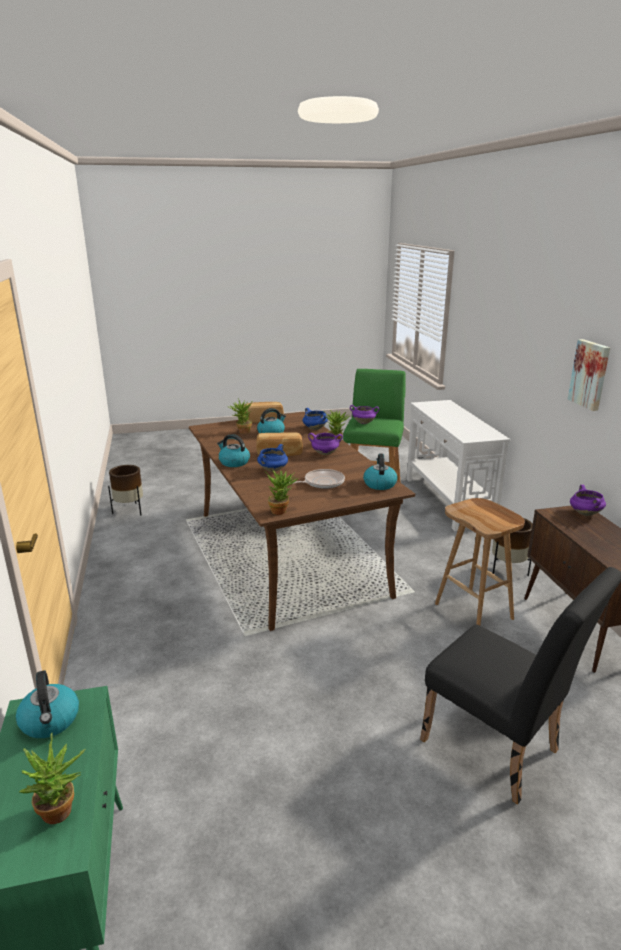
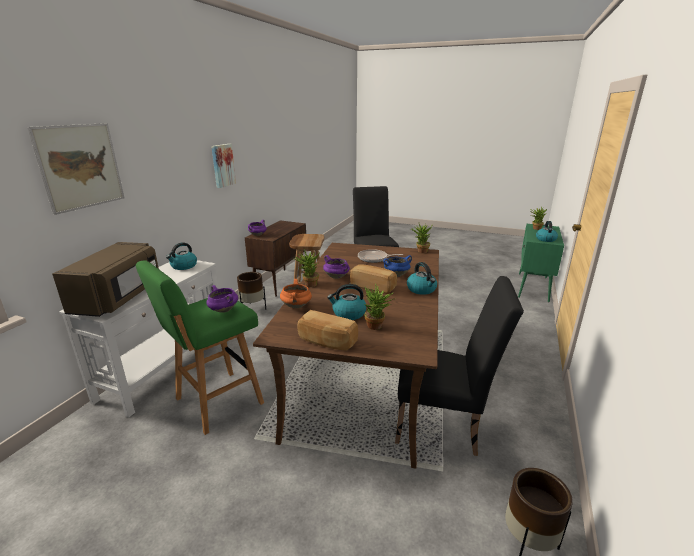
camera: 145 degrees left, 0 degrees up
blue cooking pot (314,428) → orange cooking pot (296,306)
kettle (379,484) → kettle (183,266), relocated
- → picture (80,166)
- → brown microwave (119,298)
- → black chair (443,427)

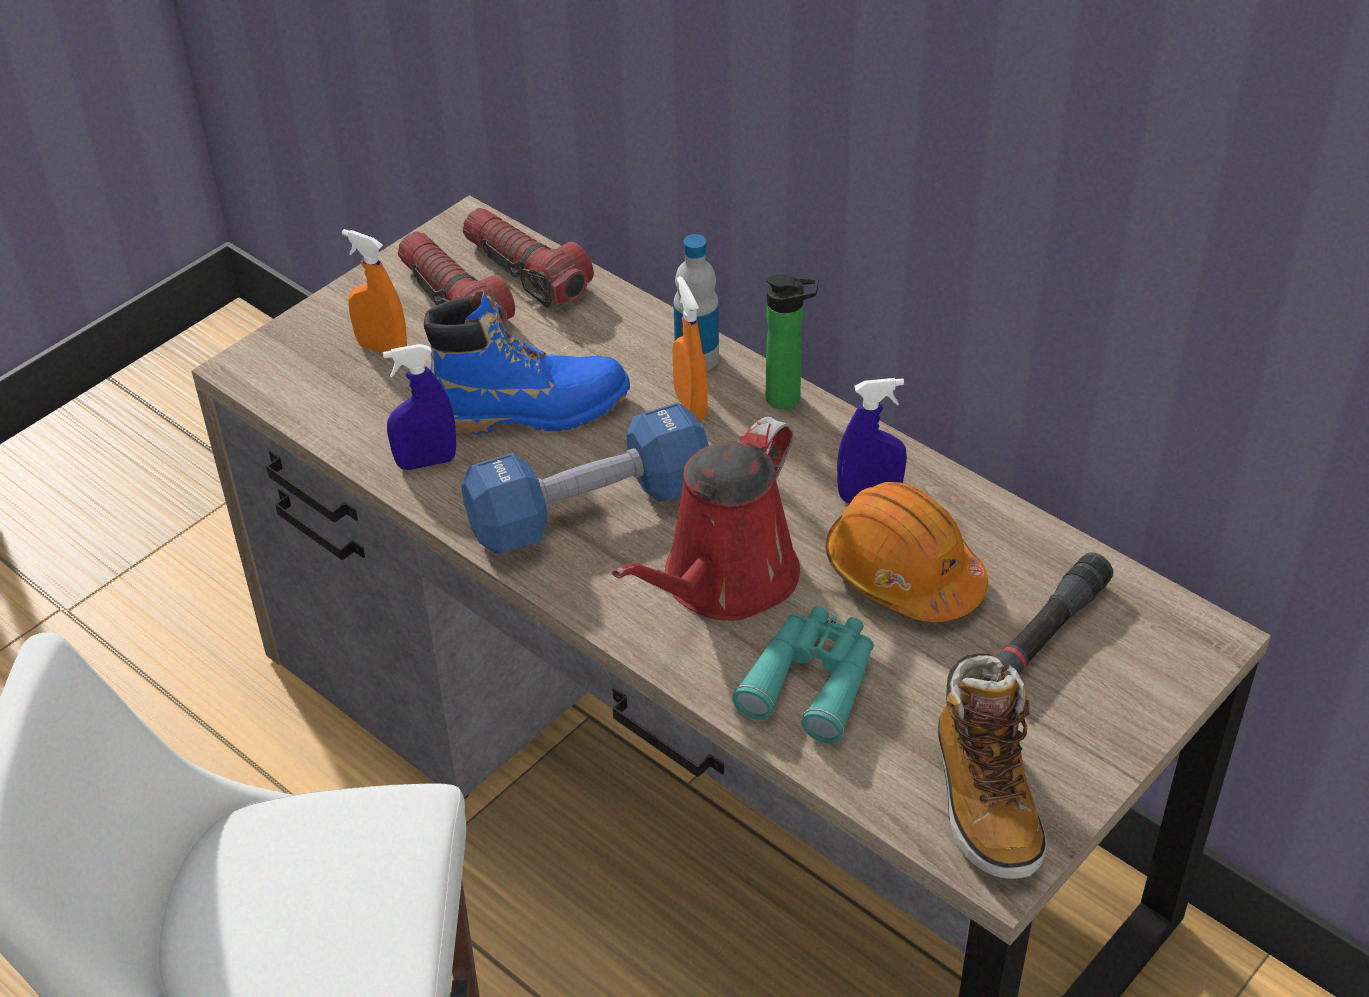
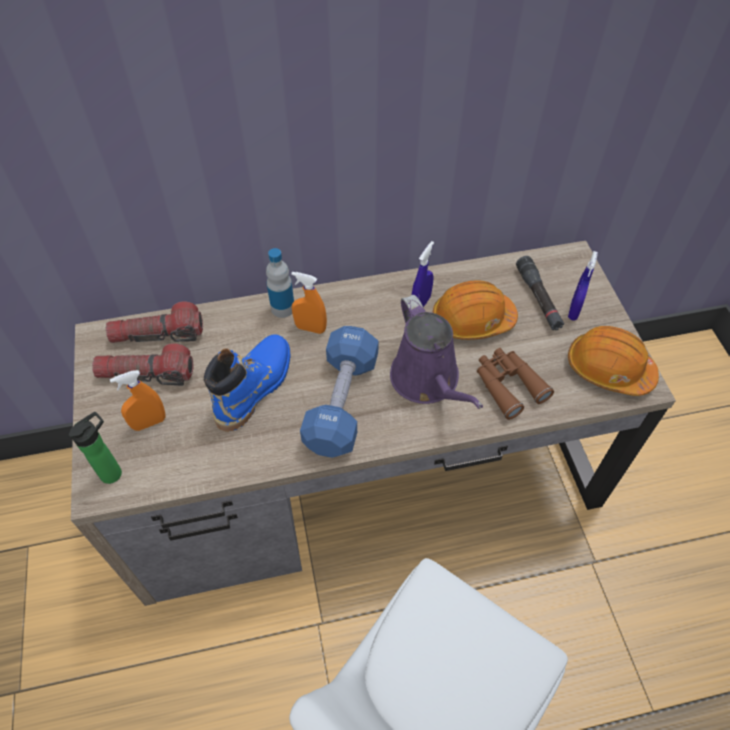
camera: 55 degrees left, 10 degrees up
bottle (788,398) → bottle (114,471), relocated
blue spray bottle (426,462) → blue spray bottle (574,310), relocated
red watering can (723,582) → purple watering can (428,381)
turquoise binoculars (812,681) → brown binoculars (507,385)
boot (984,799) → orange hard hat (608,369)

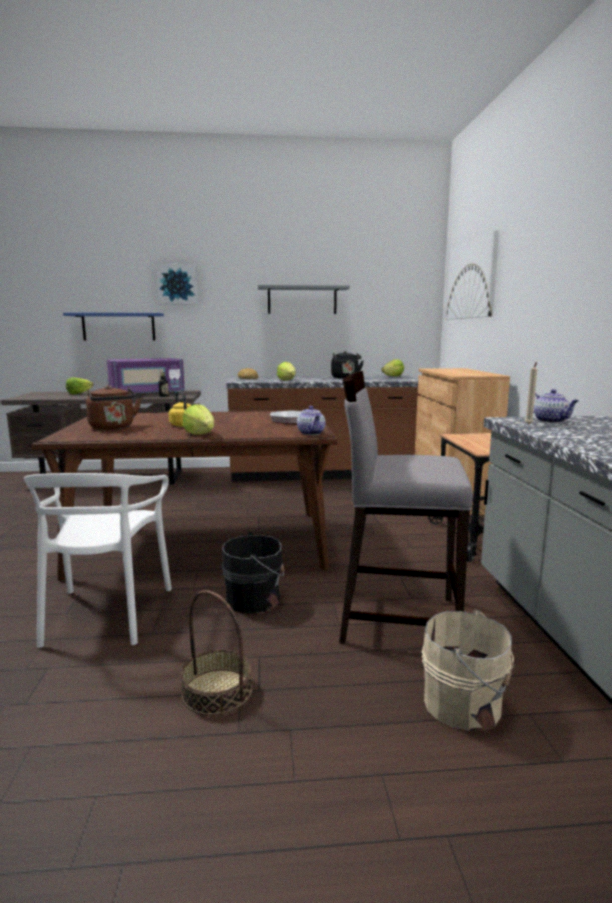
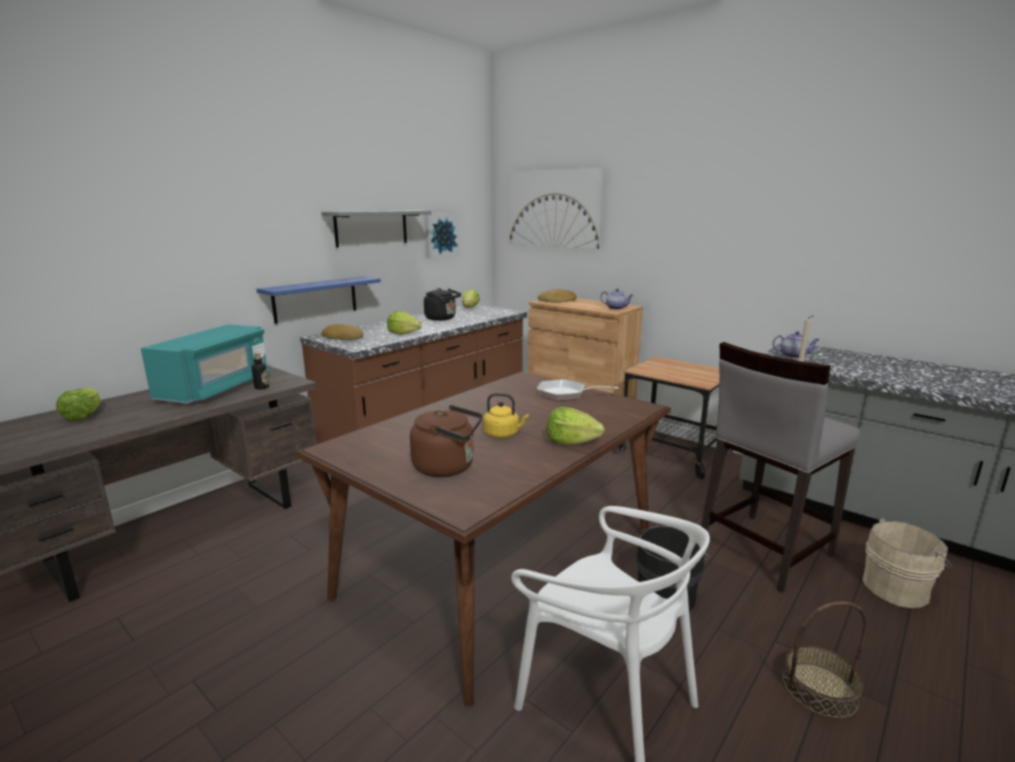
camera: 45 degrees left, 5 degrees up
picture (178,284) → picture (441,235), relocated
blue shelf (118,327) → blue shelf (315,299), relocated
purple microwave (147,394) → turquoise microwave (216,388)
teapot (311,433) → teapot (616,308), relocated
- → bread (557,301)

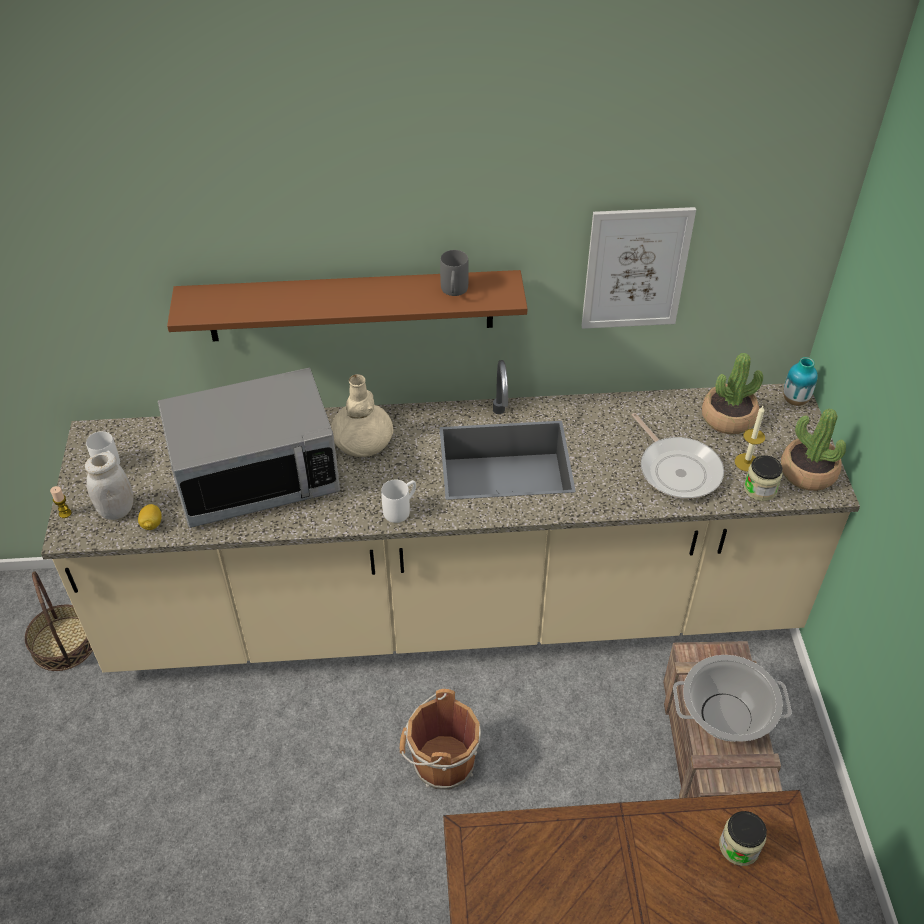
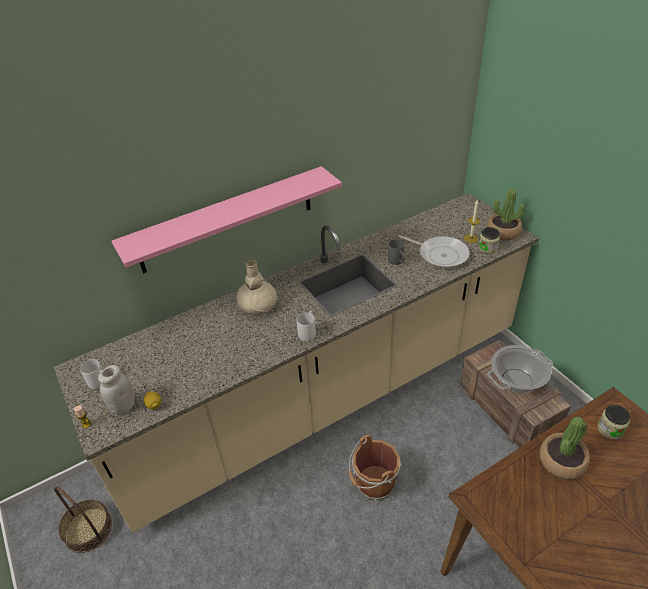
camera: 25 degrees left, 5 degrees down
picture (635,269) → -
grey mug (454,292) → grey mug (397,262), relocated
brown shelf (351,306) → pink shelf (227,220)
potted plant (728,418) → potted plant (562,461), relocated
vase (795,400) → -
microwave (256,477) → -

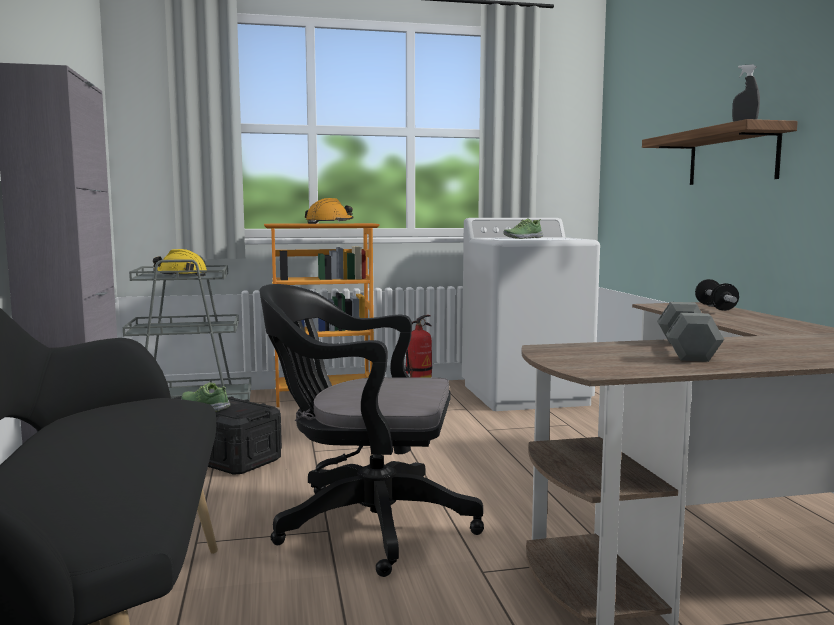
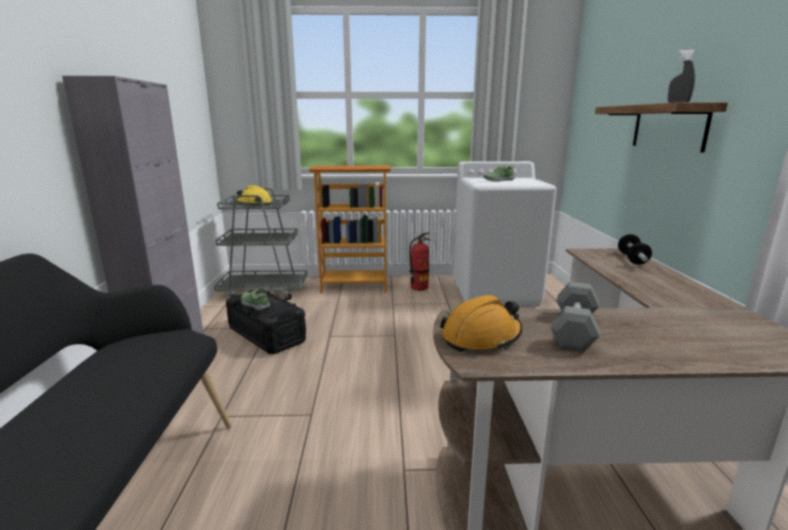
camera: 10 degrees right, 10 degrees up
orange hard hat (329,223) → orange hard hat (481,337), relocated
black office chair (365,524) → -

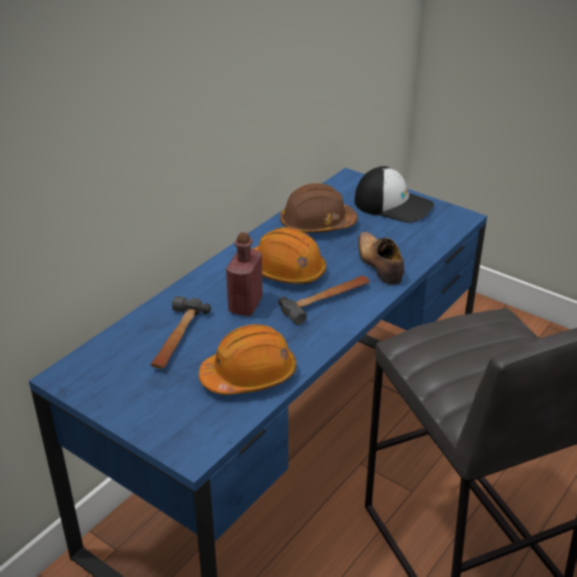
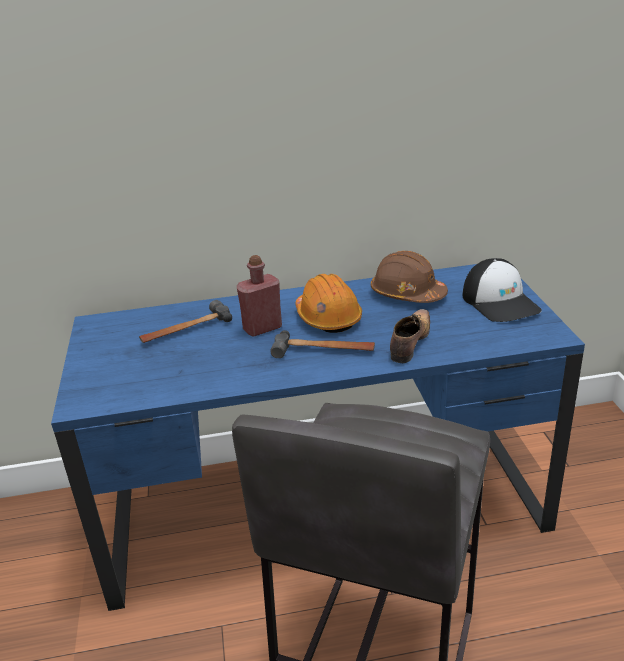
camera: 45 degrees right, 5 degrees down
orange hard hat (249,375) → -

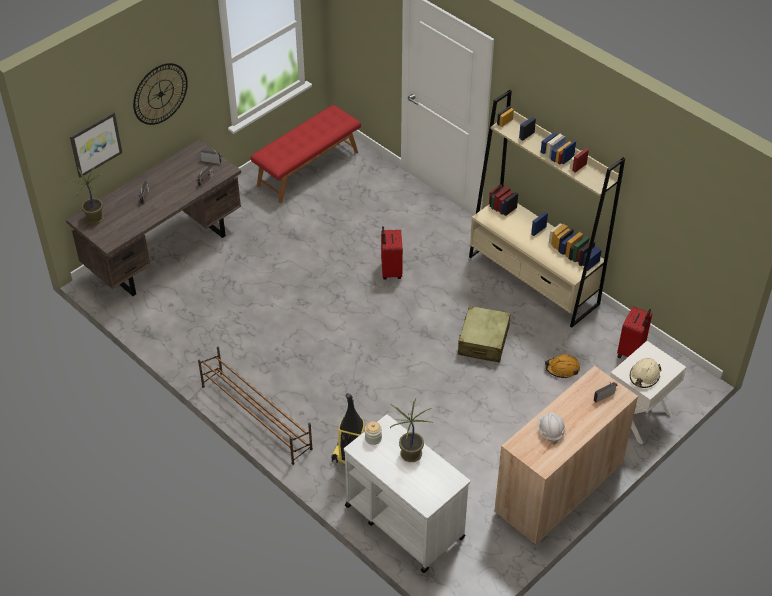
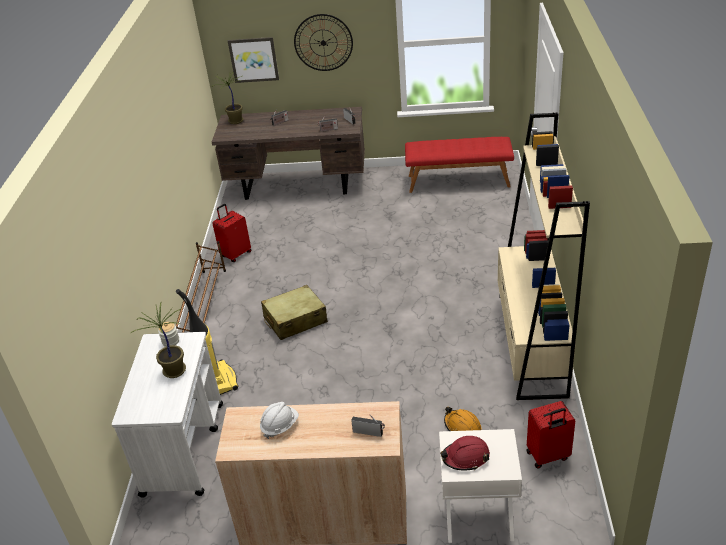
camera: 50 degrees right, 10 degrees down
red suitcase (390,271) → red suitcase (236,254), relocated
beige suitcase (483,341) → beige suitcase (295,320), relocated
beige hard hat (644,376) → red hard hat (465,457)

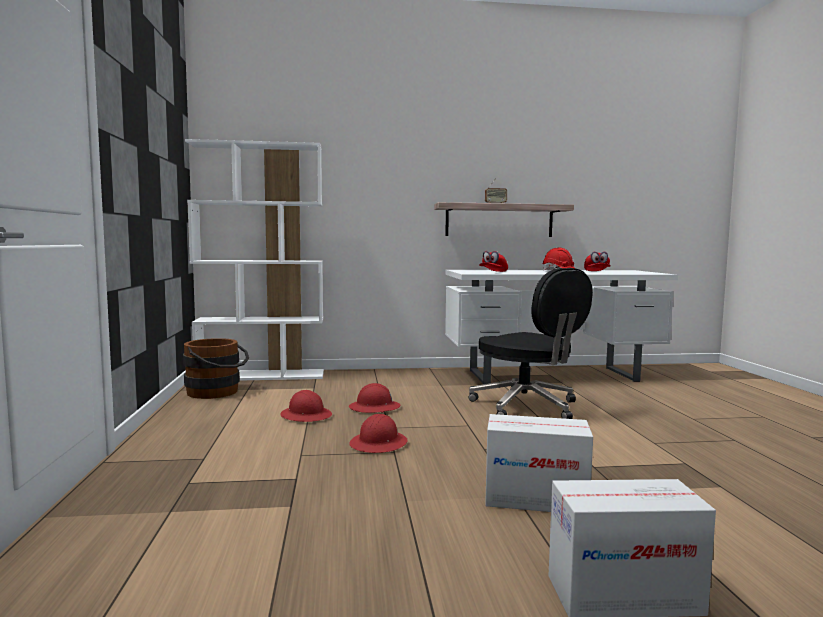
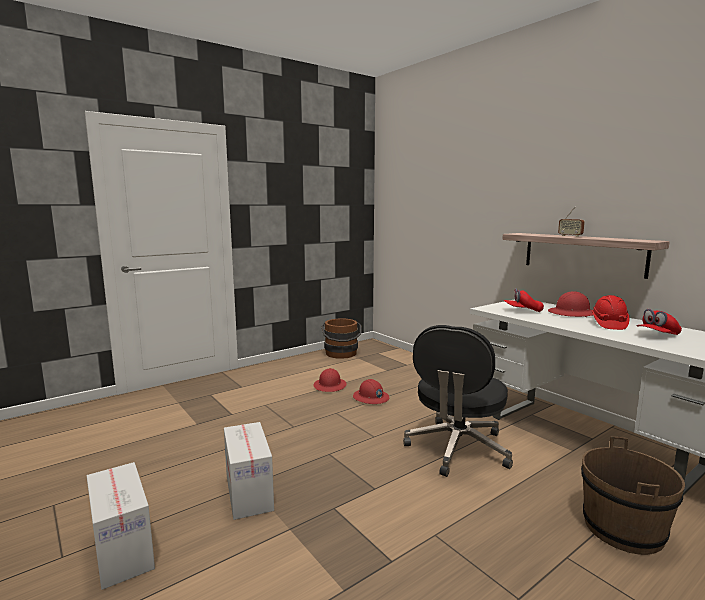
camera: 60 degrees right, 5 degrees up
white bookcase (262,375) → -
red hard hat (379,444) → red hard hat (572,313), relocated
- → brown bucket (622,528)

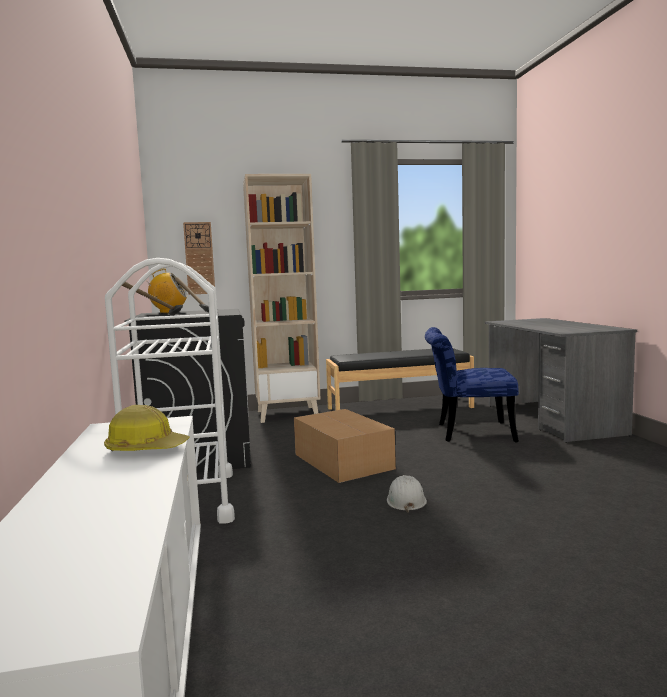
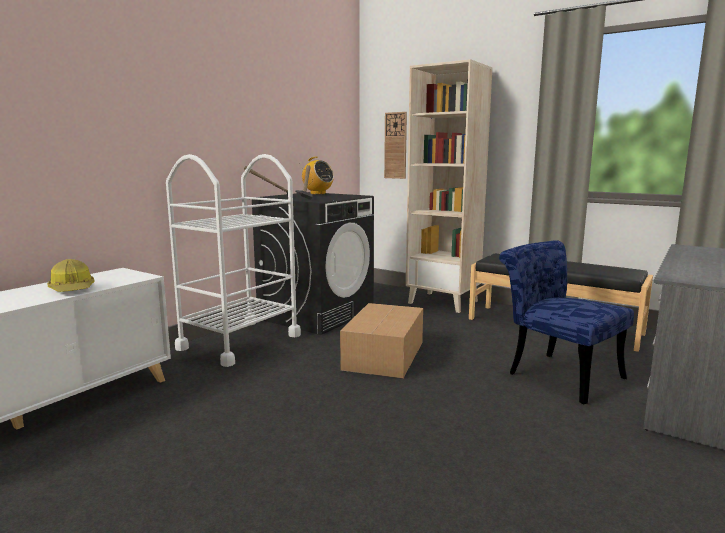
camera: 45 degrees right, 5 degrees up
white hard hat (405,500) → -

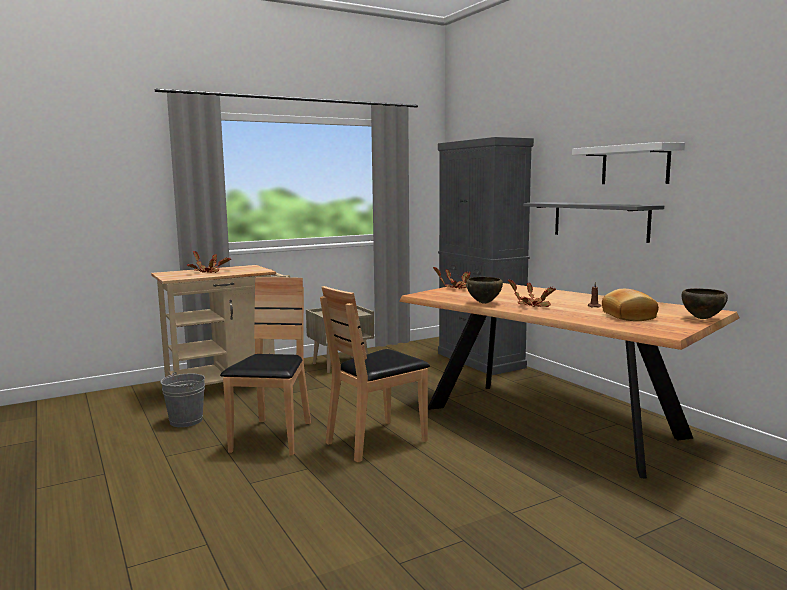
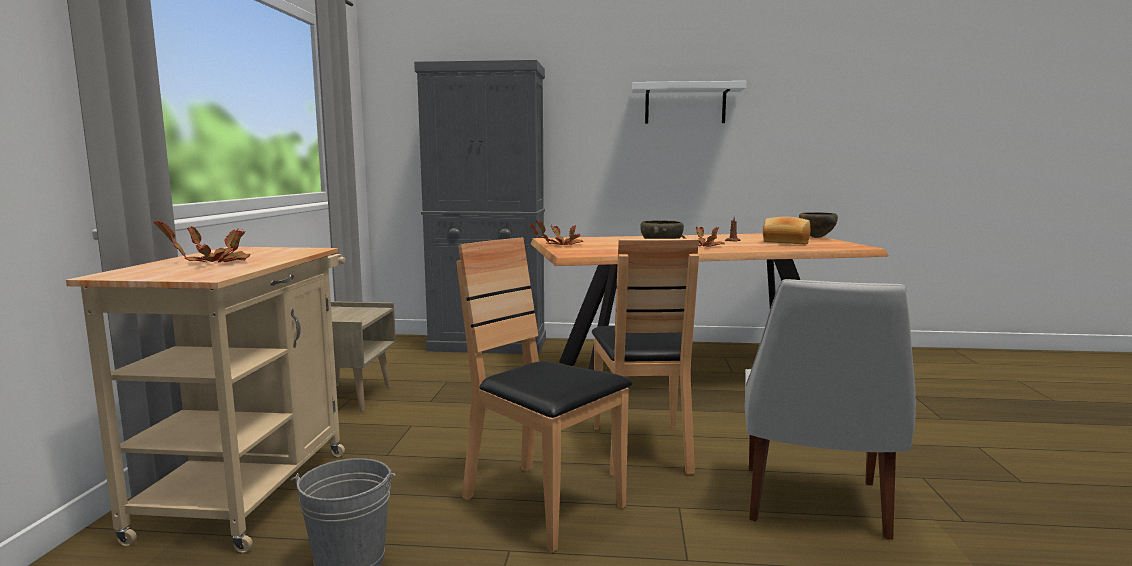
camera: 55 degrees left, 0 degrees up
grey shelf (599,221) → -
- → white chair (814,504)

